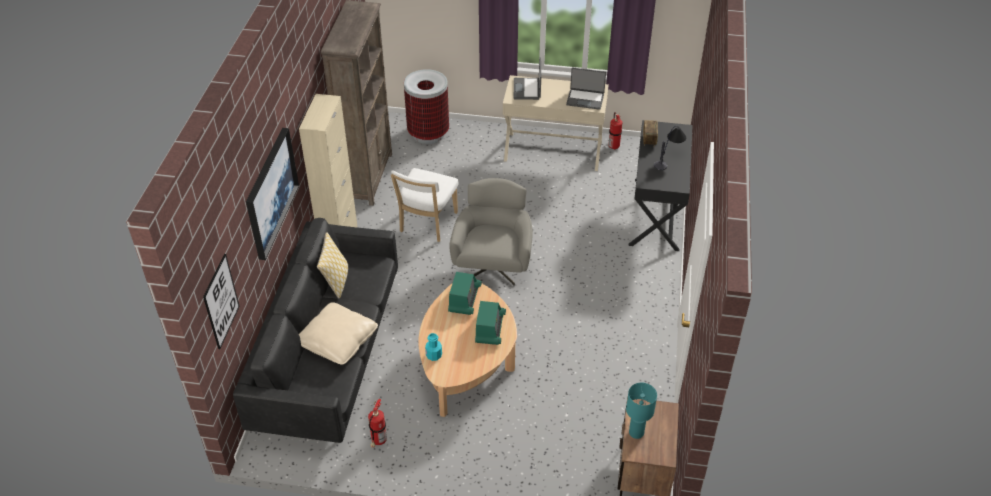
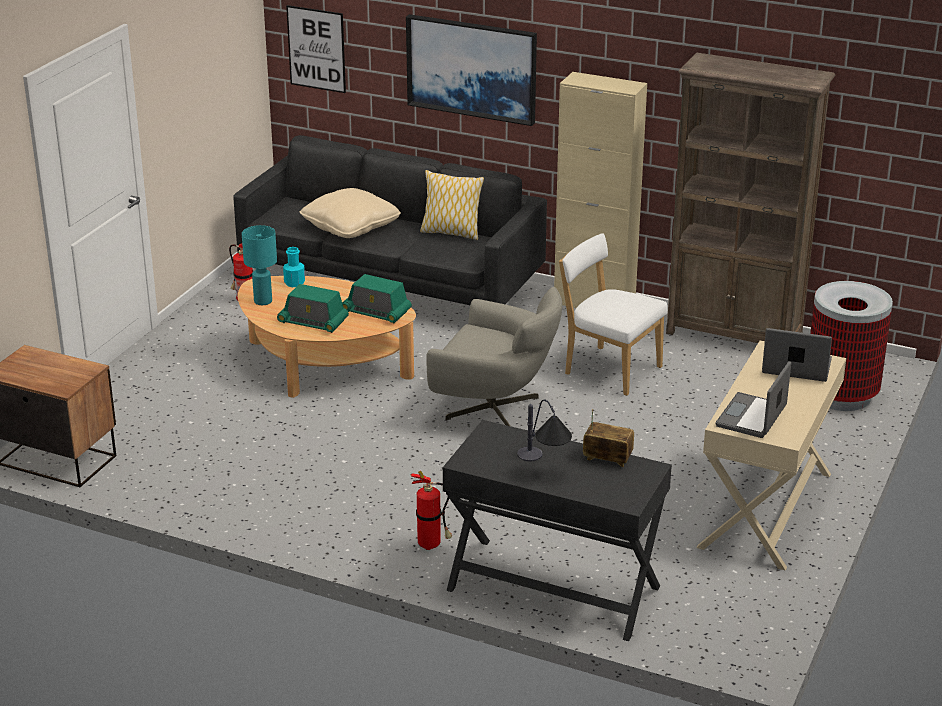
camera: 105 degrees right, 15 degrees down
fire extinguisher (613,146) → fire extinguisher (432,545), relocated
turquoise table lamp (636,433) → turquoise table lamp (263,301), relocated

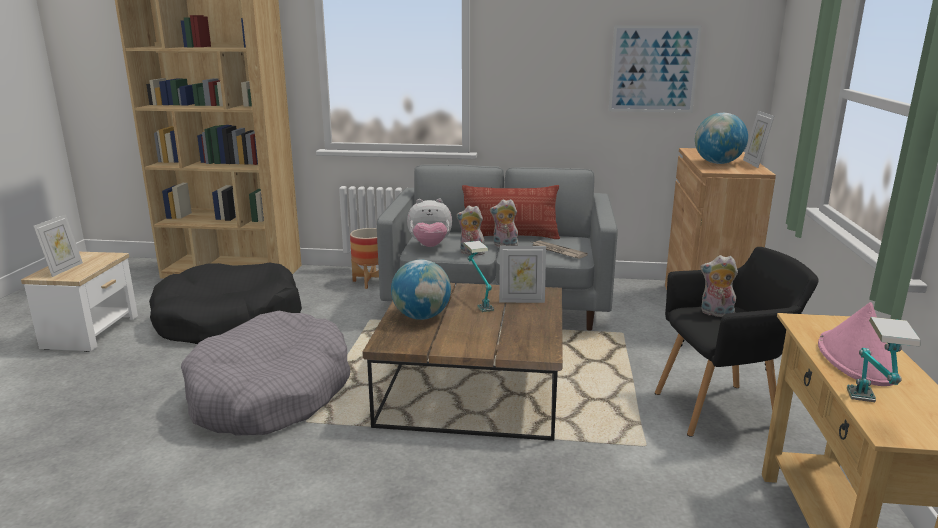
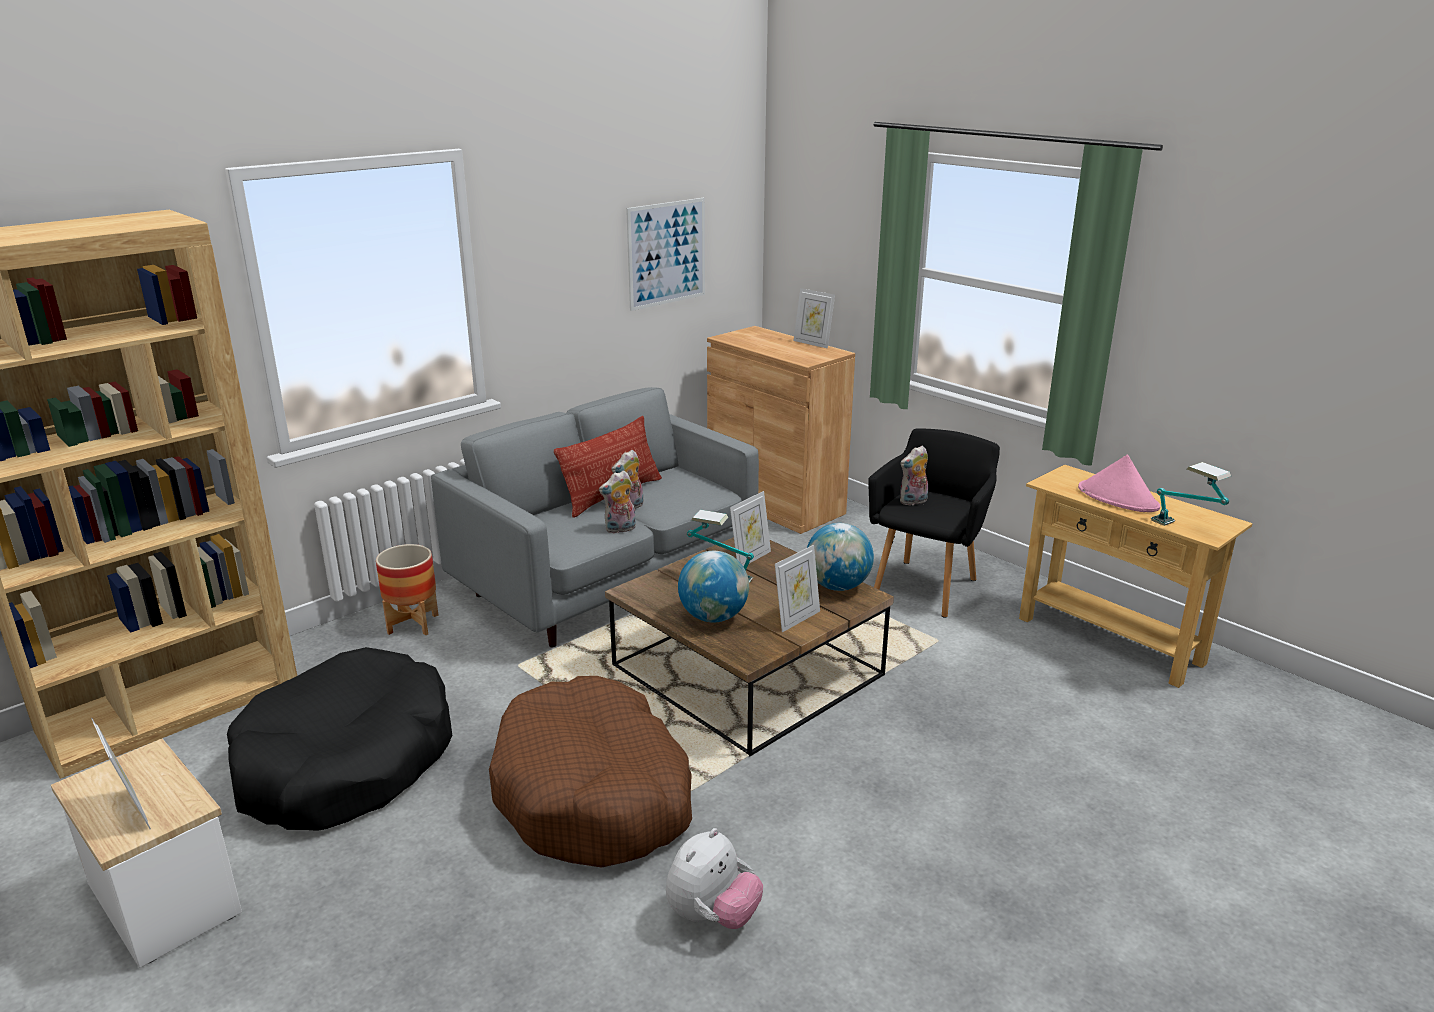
camera: 50 degrees left, 5 degrees up
globe (718,163) → globe (838,586), relocated
plush toy (430,246) → plush toy (712,916), relocated
newspaper (557,251) → -
grey dog bed (270,393) → brown dog bed (594,794)
- → picture frame (796,619)

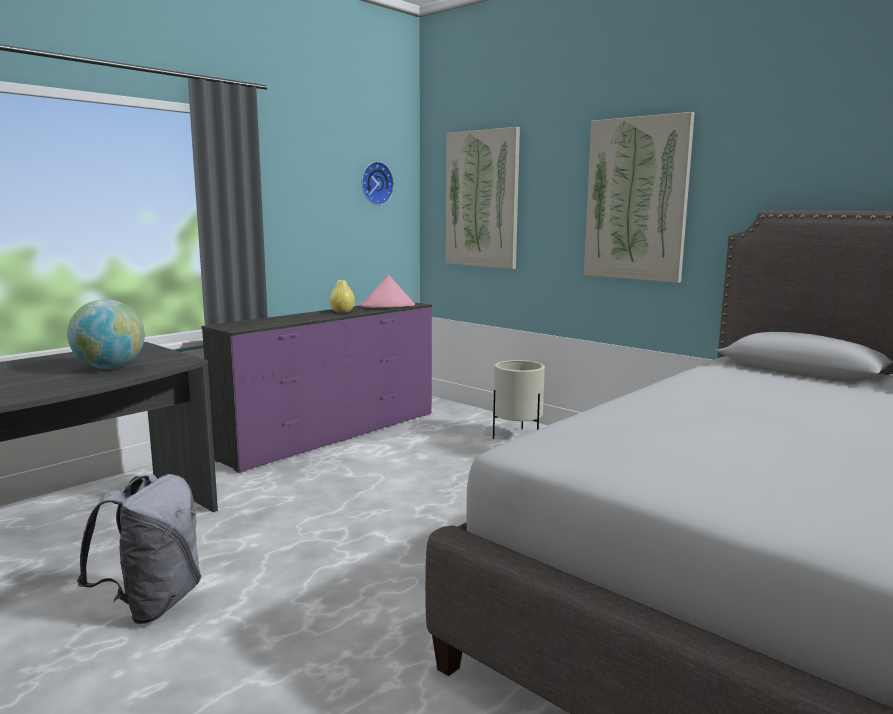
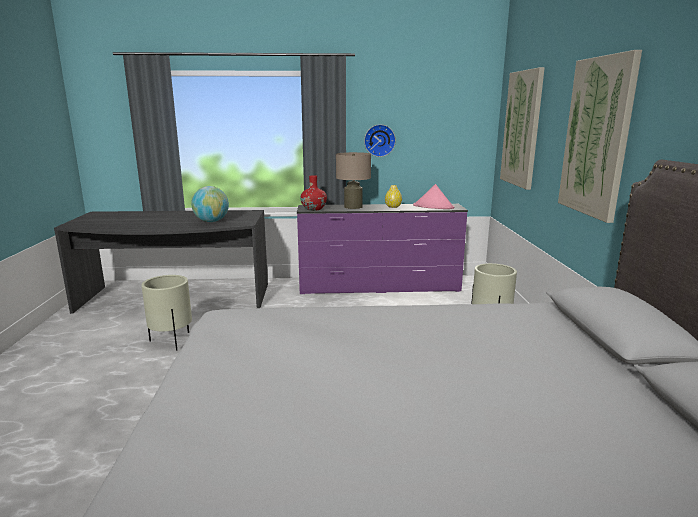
camera: 45 degrees right, 5 degrees up
wall clock (375,183) → wall clock (379,140), relocated
grey backpack (153,604) → beige planter (172,341)
- → beige table lamp (353,207)
- → red vase (314,209)

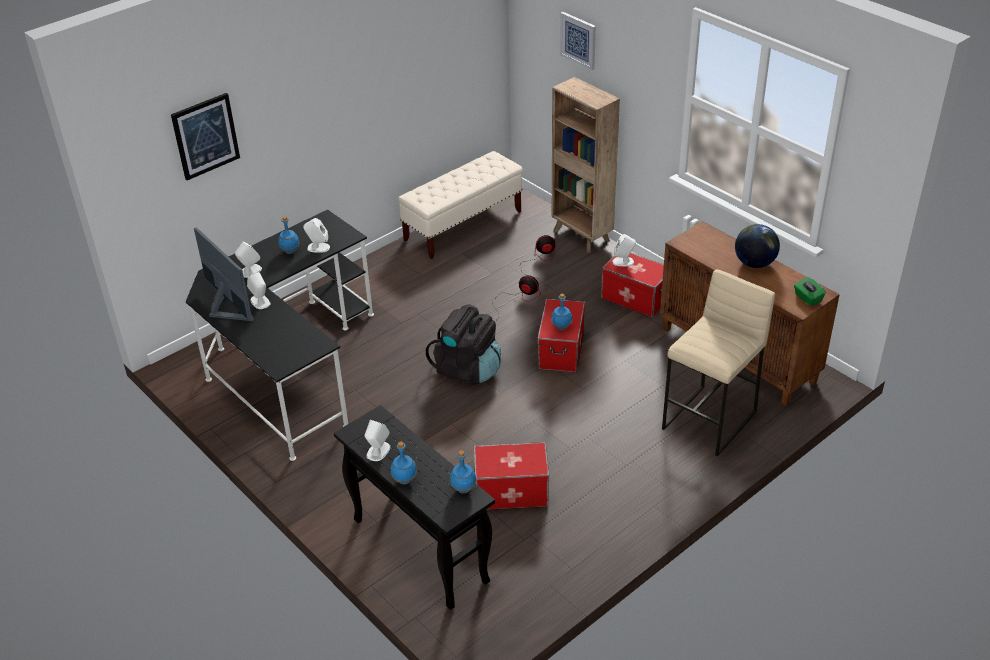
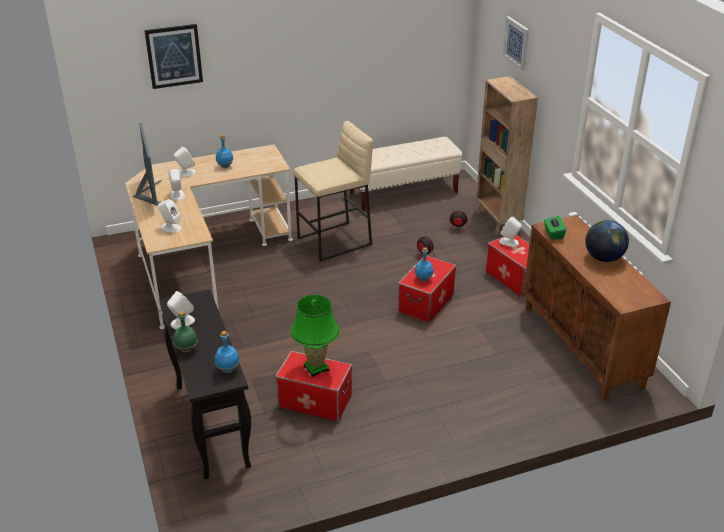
camera: 20 degrees right, 5 degrees down
black desk (287,366) → beige desk (203,260)
white speaker (318,247) → white speaker (171,227), relocated
beige stool (710,421) → beige stool (334,242), relocated
green tissue box (807,298) → green tissue box (553,234), relocated
black backpack (467,369) → -
blue bottle (405,480) → green bottle (187,349)
- → green table lamp (316,368)

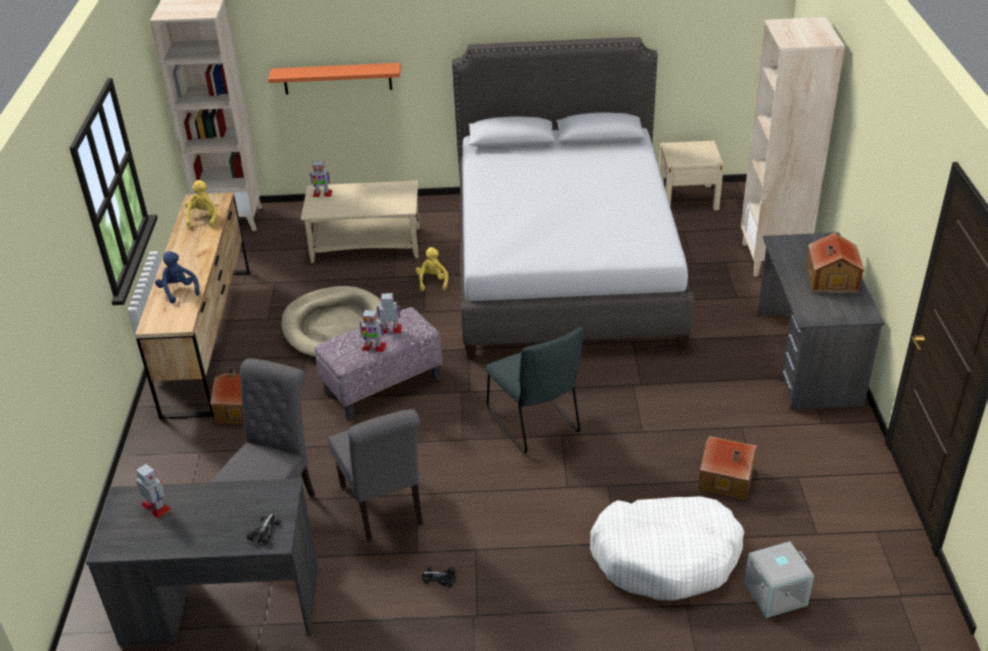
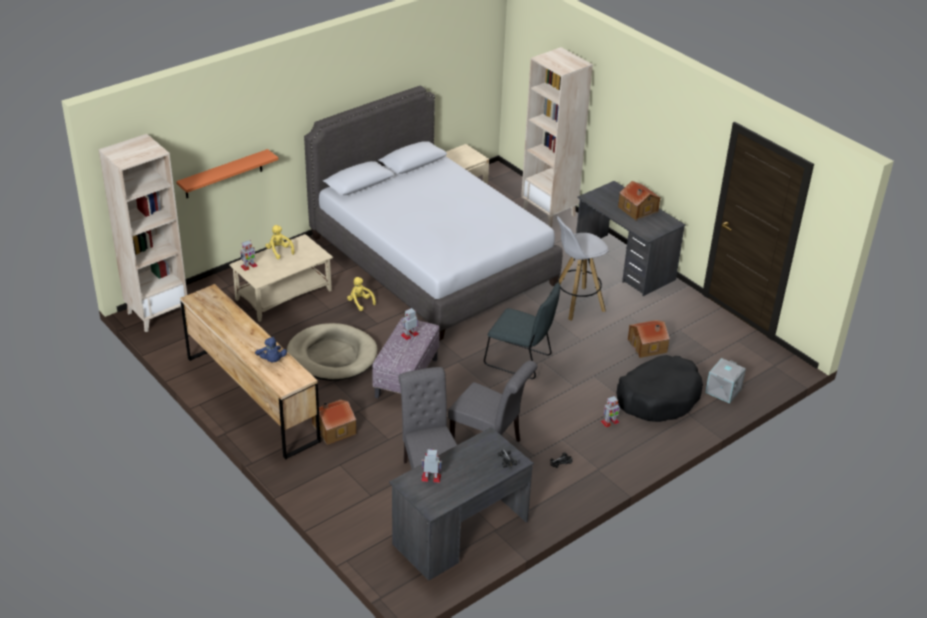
camera: 40 degrees left, 0 degrees up
yellow plush toy (203,218) → yellow plush toy (279,251), relocated
blue plush toy (178,291) → blue plush toy (271,360), 135 degrees counterclockwise
toy robot (373,347) → toy robot (609,422), relocated
white dog bed (666,557) → black dog bed (658,397)
- → white stool (576,304)

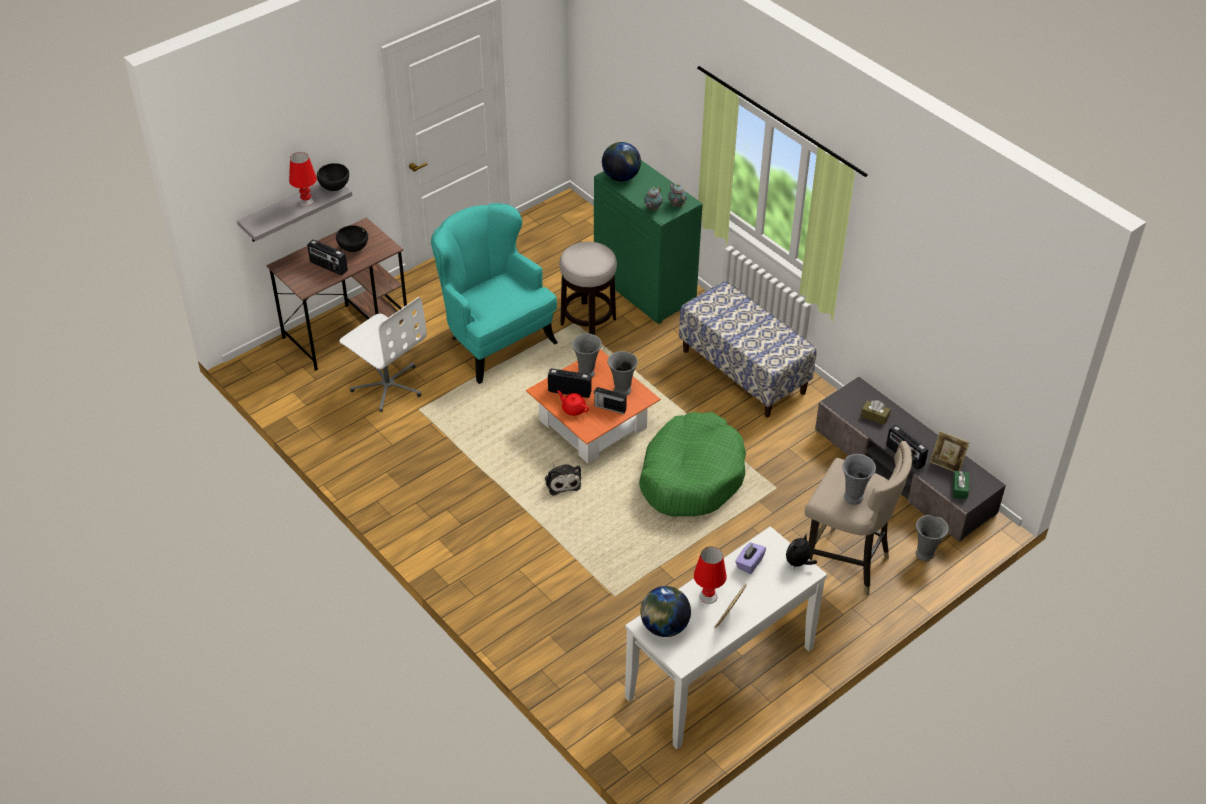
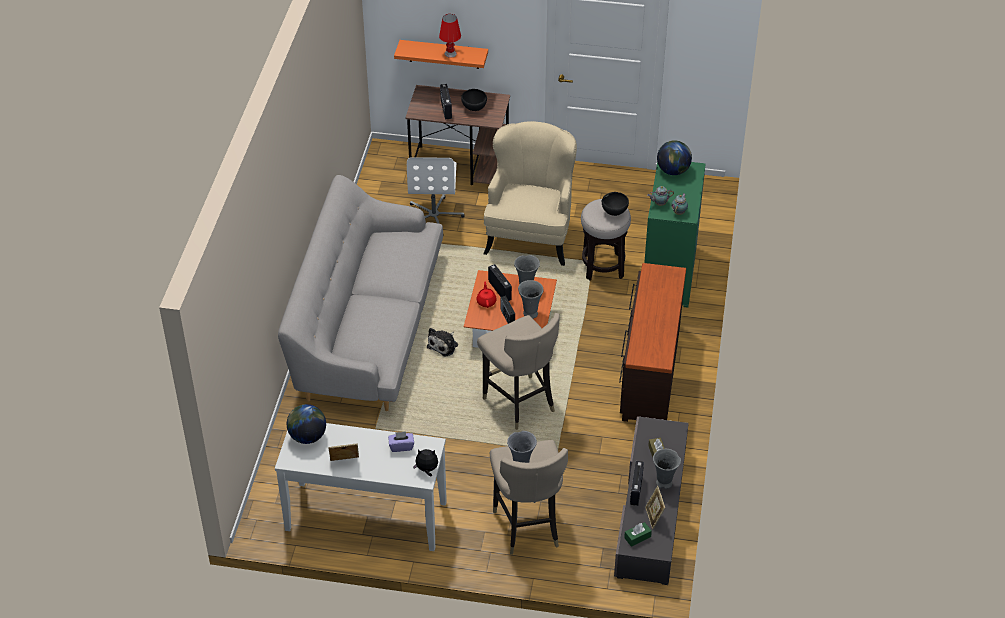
camera: 50 degrees right, 0 degrees up
black bowl (335,188) → black bowl (614,212), relocated
grey shelf (288,210) → orange shelf (444,54)
turquoise armchair (494,341) → beige armchair (530,236)
bench (744,371) → brown dresser (649,371)
green dog bed (691,476) → beige stool (519,403)
grey vase (925,554) → grey vase (664,483), relocated
red table lamp (708,596) → -
- → grey sofa (368,326)

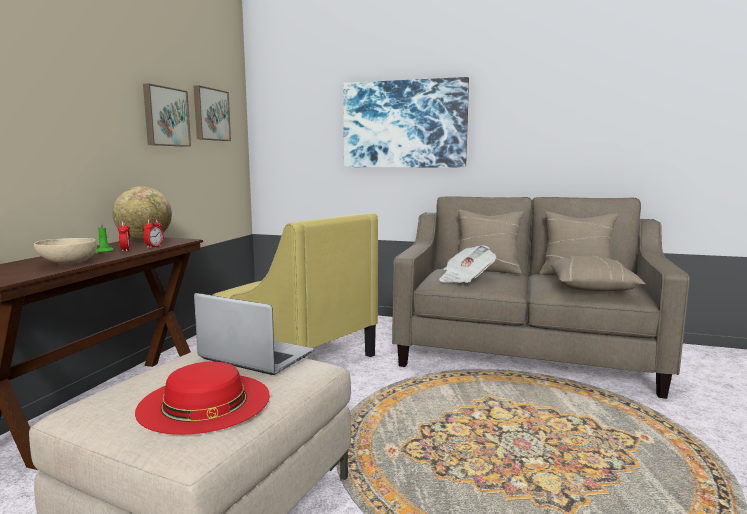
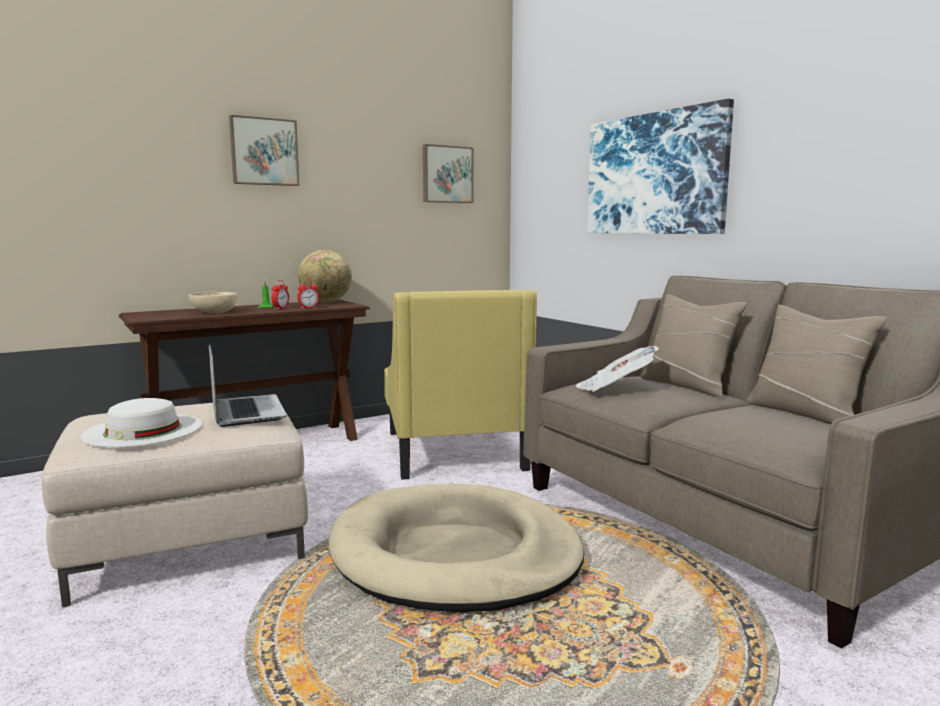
camera: 40 degrees right, 0 degrees up
picture (165,117) → picture (264,152), relocated
beige pillow (592,288) → -
red hat (205,402) → white hat (143,430)
- → beige dog bed (455,555)

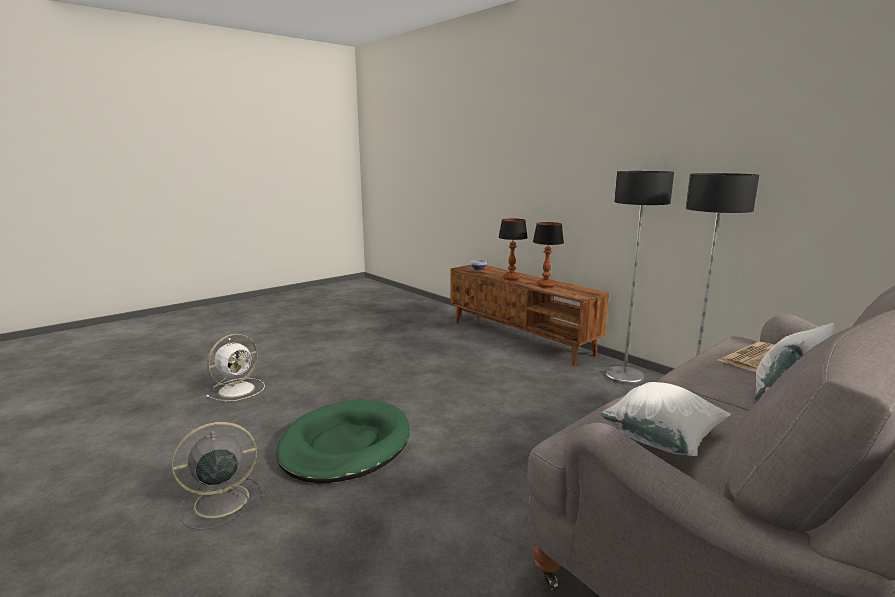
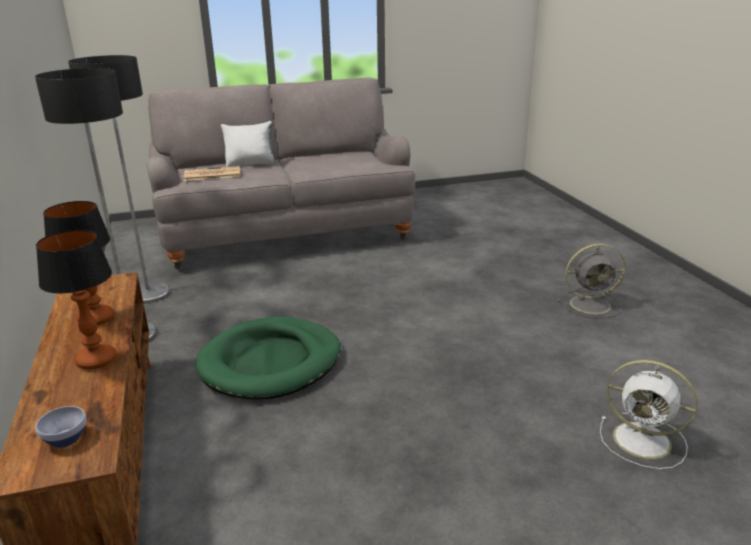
camera: 155 degrees left, 10 degrees up
white fan (238,389) → white fan (644,441), 120 degrees counterclockwise
white pillow (662,439) → -
green dog bed (345,445) → green dog bed (271,363), relocated

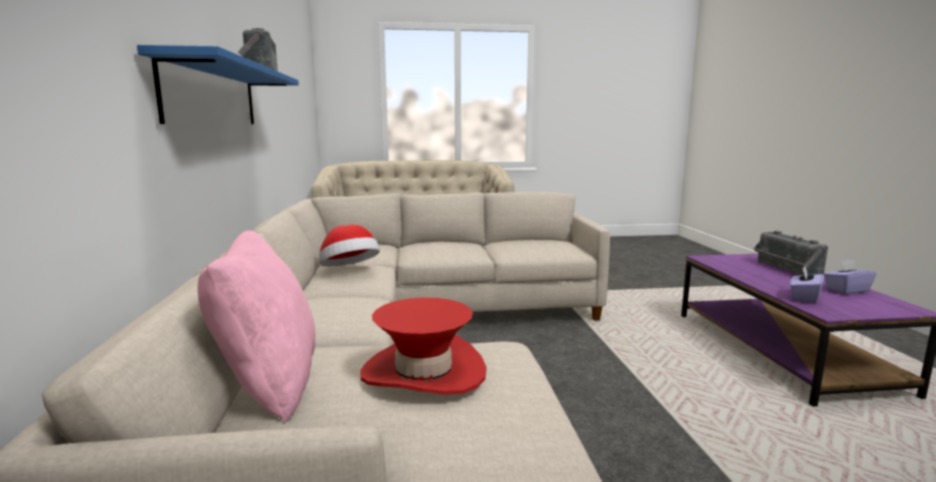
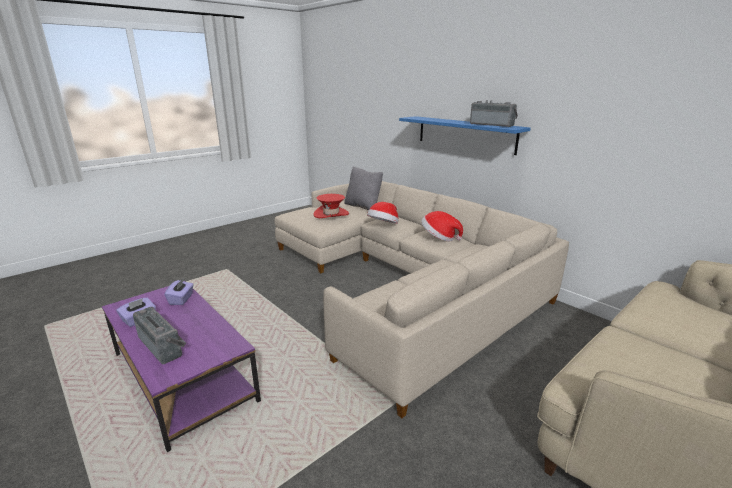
camera: 145 degrees right, 10 degrees up
pink pillow (269,383) → grey pillow (363,206)
- → hat (383,226)

